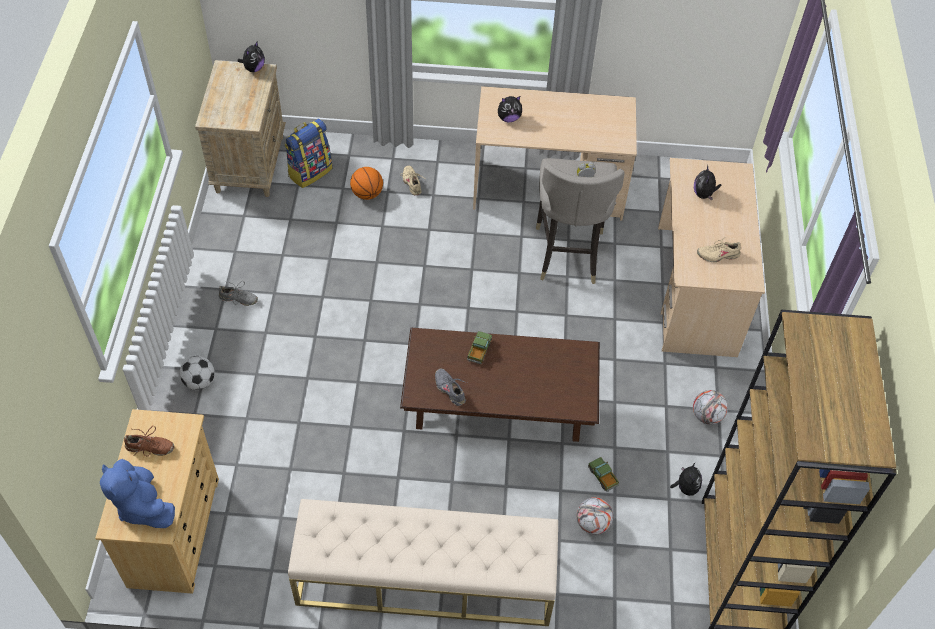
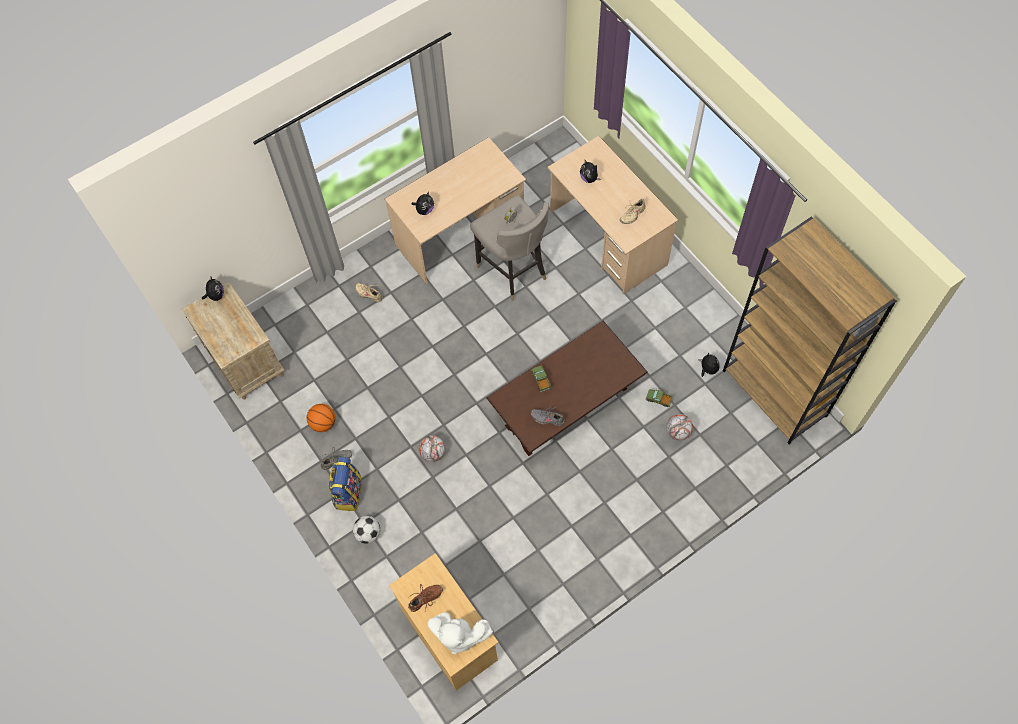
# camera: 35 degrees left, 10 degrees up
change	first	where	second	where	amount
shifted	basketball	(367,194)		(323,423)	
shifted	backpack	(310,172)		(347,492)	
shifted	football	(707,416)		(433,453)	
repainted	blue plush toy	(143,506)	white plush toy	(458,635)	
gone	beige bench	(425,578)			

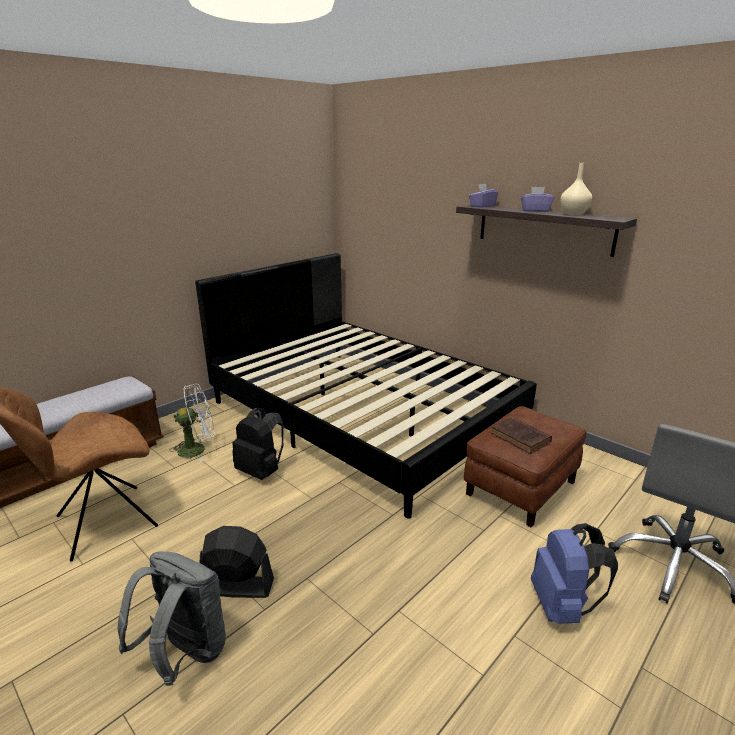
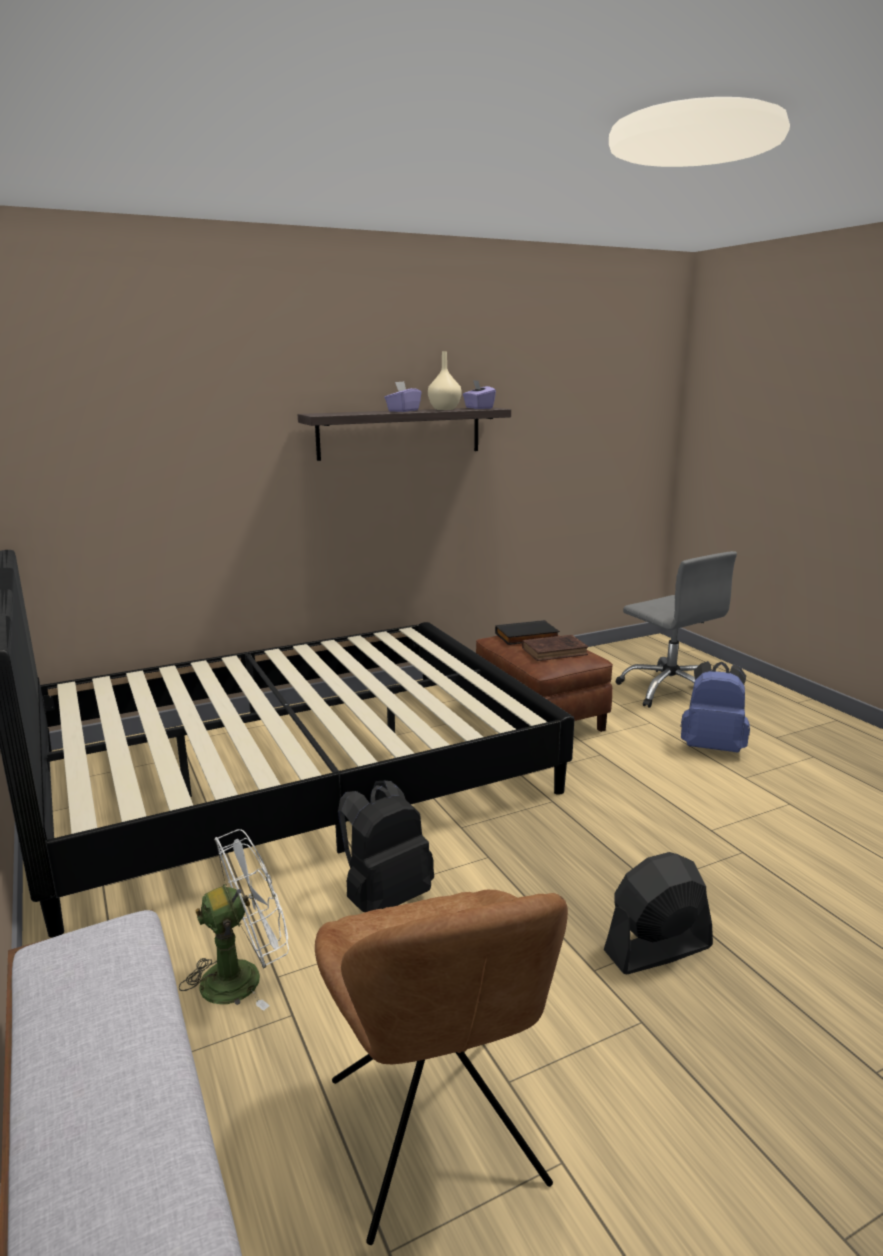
# camera: 70 degrees left, 5 degrees down
change	first	where	second	where	amount
rotated	white fan	(198,449)		(244,976)	60 degrees clockwise
shifted	purple tissue box	(482,206)		(478,408)	
new			black book	(527,637)	
rotated	black fan	(236,586)		(657,949)	45 degrees clockwise
gone	grey backpack	(185,654)			

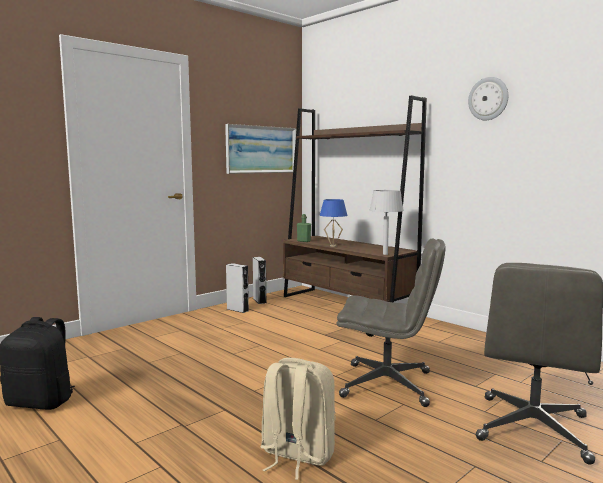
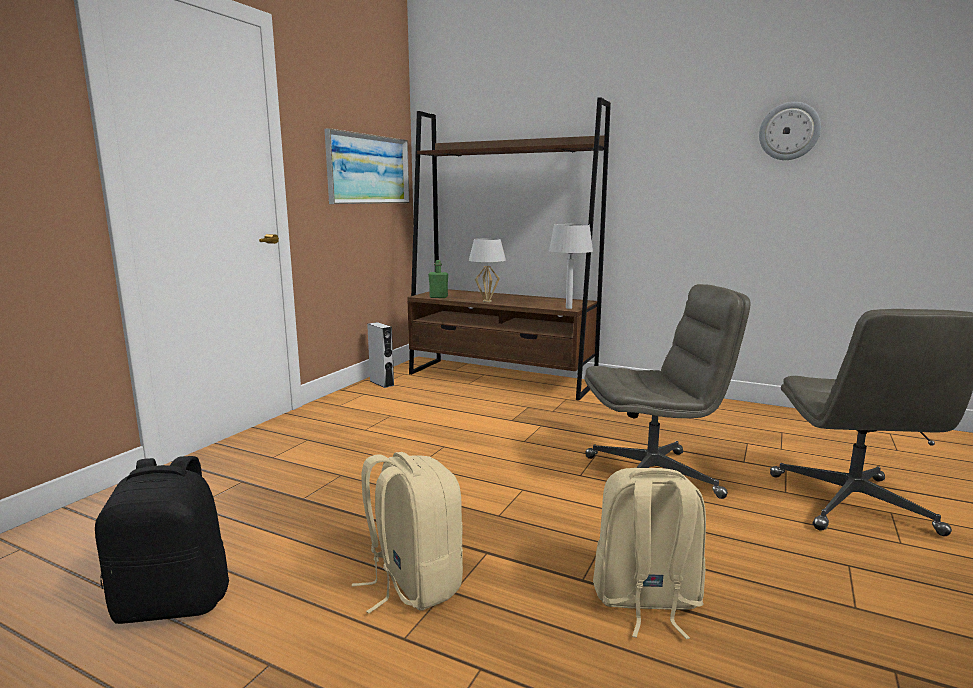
# camera: 20 degrees left, 5 degrees up
change	first	where	second	where	amount
new			beige backpack	(413,584)	
repainted	blue table lamp	(333,246)	white table lamp	(487,301)	
shifted	wall clock	(488,99)		(789,131)	
gone	grey speaker	(237,310)			

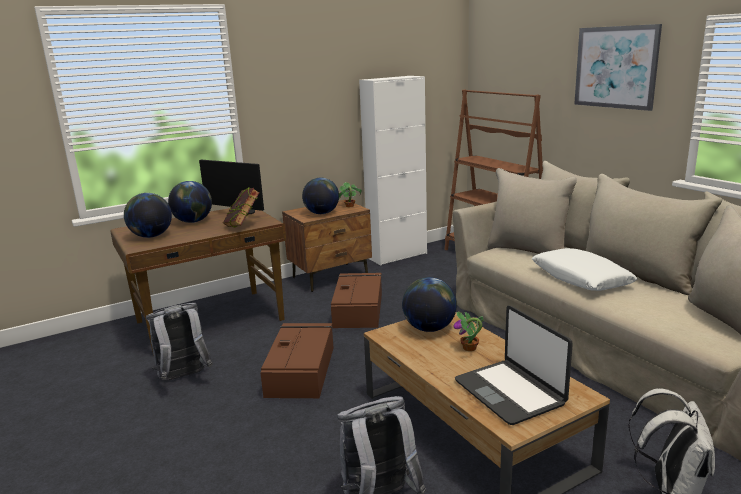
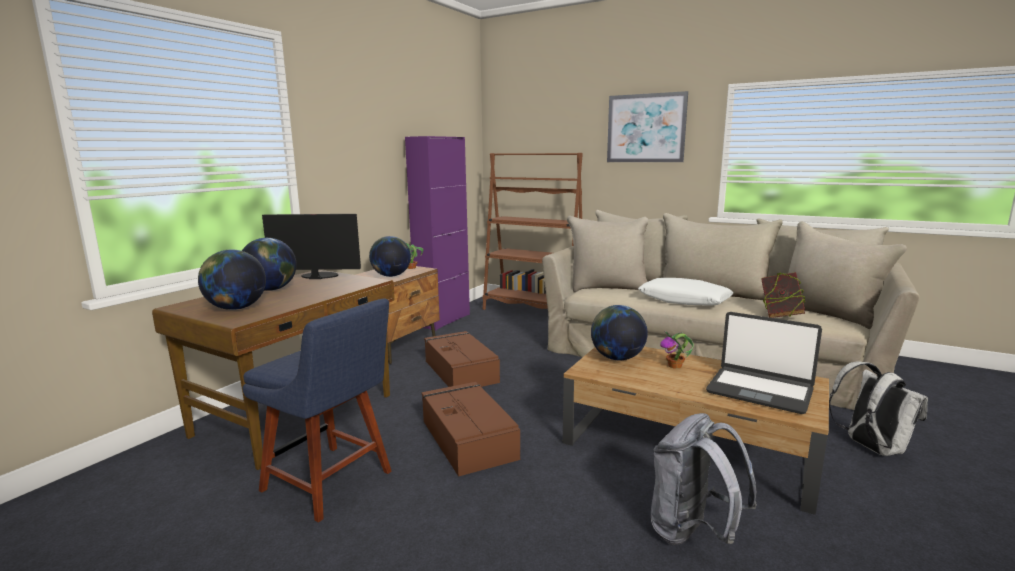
# camera: 30 degrees left, 5 degrees down
change	first	where	second	where	amount
swapped	grey backpack	(184,378)	blue chair	(331,483)	
repainted	white cabinet	(397,256)	purple cabinet	(443,320)	
shifted	book	(243,226)		(780,315)	

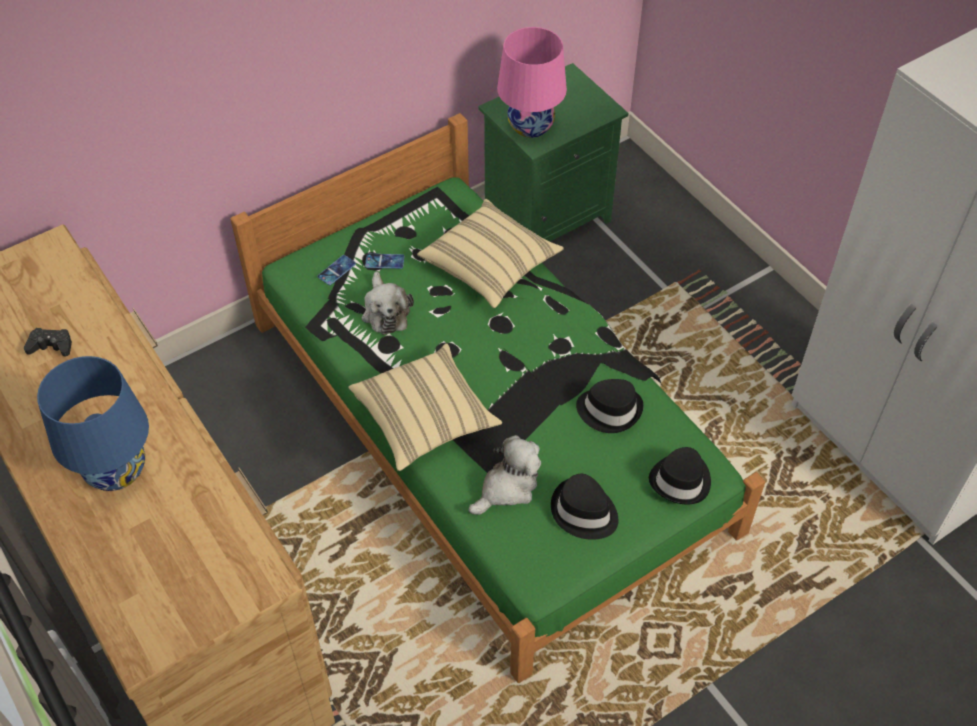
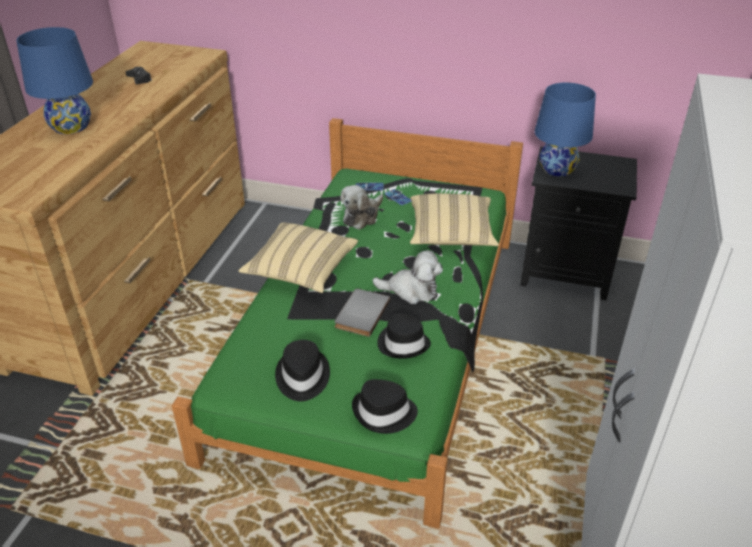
# camera: 50 degrees right, 15 degrees down
change	first	where	second	where	amount
new			grey book	(360,314)	
shifted	plush toy	(507,487)		(411,290)	
repainted	green nightstand	(548,216)	black nightstand	(567,272)	
repainted	pink table lamp	(531,126)	blue table lamp	(557,169)	

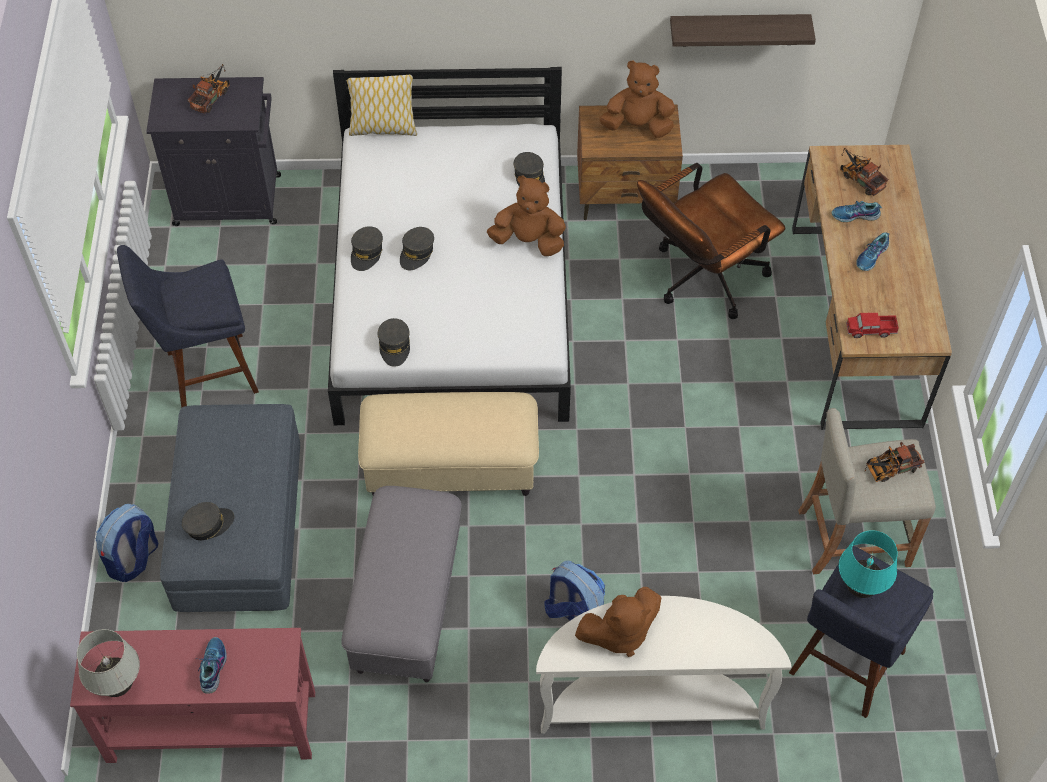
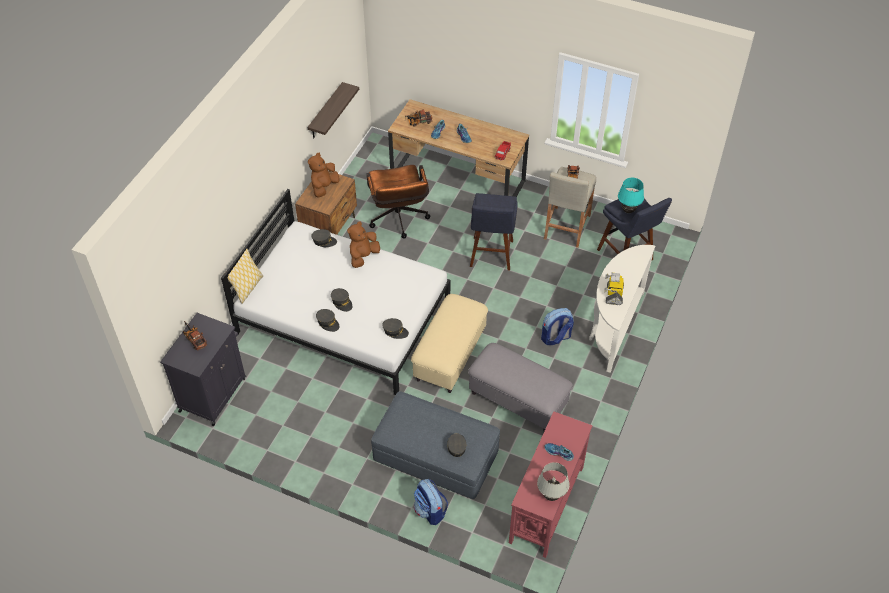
# camera: 65 degrees left, 5 degrees down
change	first	where	second	where	amount
shifted	blue stool	(205,374)		(491,256)	
swapped	brown plush toy	(619,633)	toy robot	(613,294)	

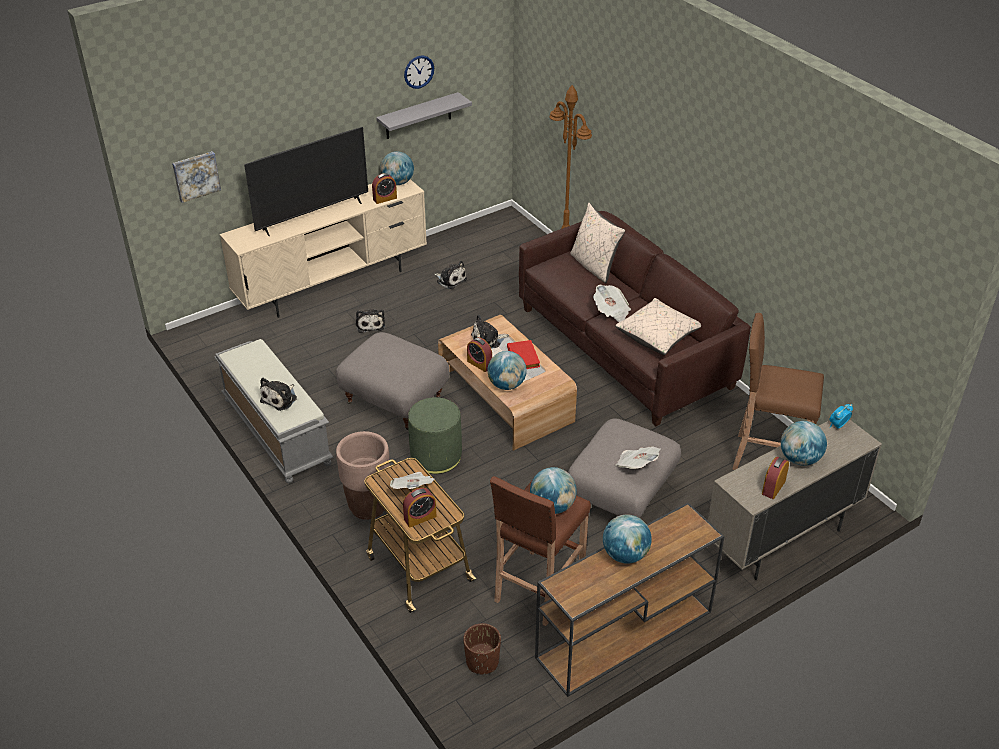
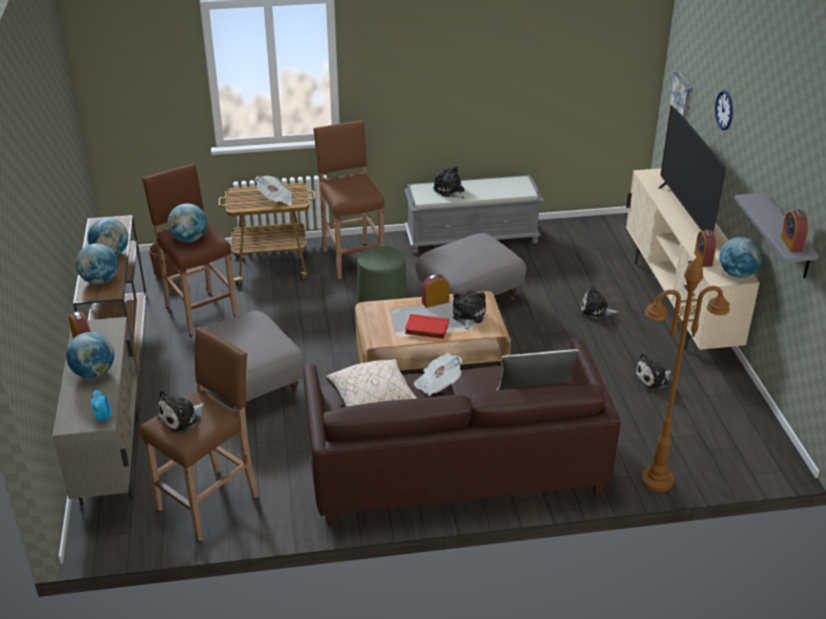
# camera: 115 degrees right, 5 degrees down
change	first	where	second	where	amount
shifted	globe	(506,385)		(100,280)	
new			plush toy	(182,418)	
swapped	brown planter	(368,507)	brown stool	(352,259)	
shifted	wall clock	(419,72)		(724,110)	
shifted	alarm clock	(420,518)		(791,244)	
gone	newspaper	(636,465)			

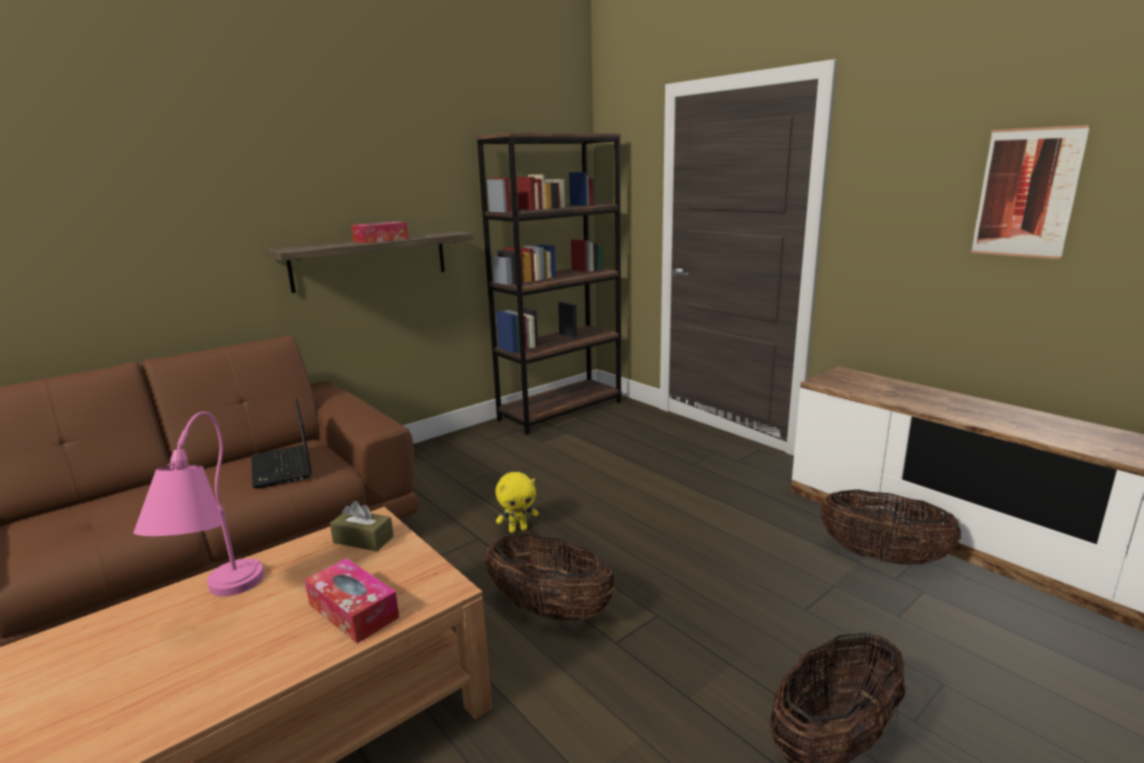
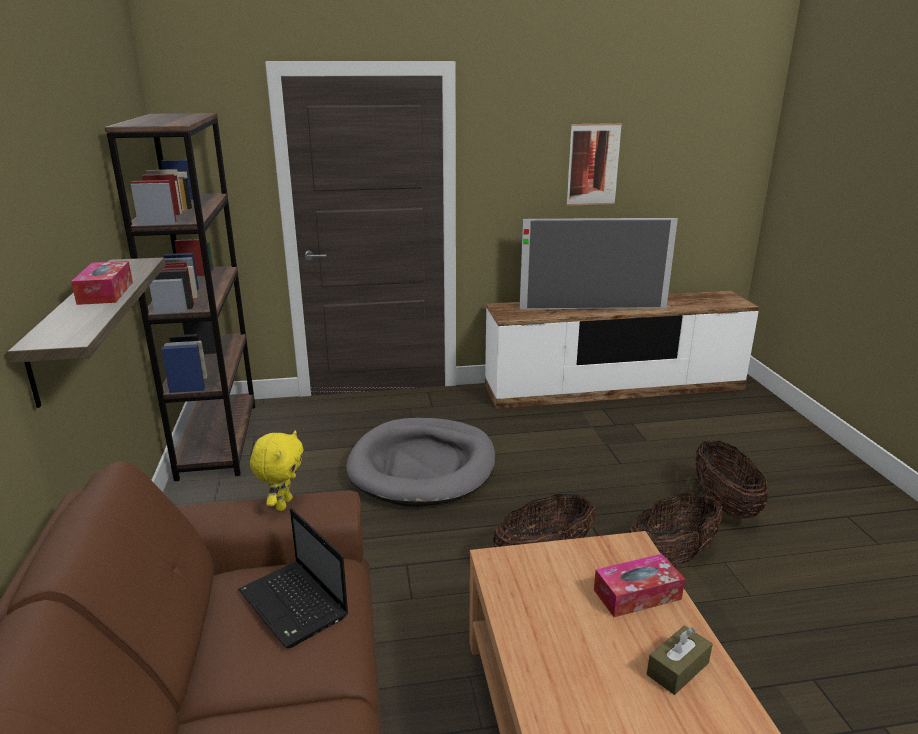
# camera: 60 degrees left, 5 degrees up
change	first	where	second	where	amount
rotated	laptop	(282,468)		(295,605)	45 degrees clockwise
shifted	yellow plush toy	(518,529)		(282,504)	
new			grey dog bed	(422,466)	
new			television	(593,308)	
shifted	basket	(882,557)		(671,558)	
shifted	brown tissue box	(363,540)		(677,669)	
gone	pink table lamp	(216,603)			

